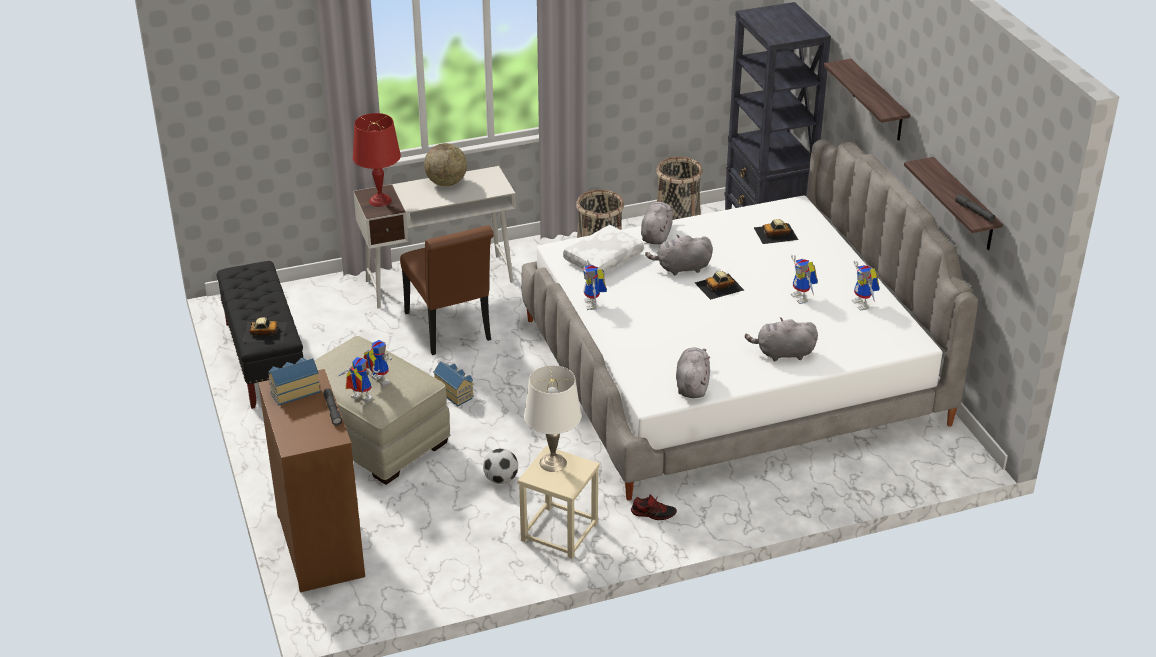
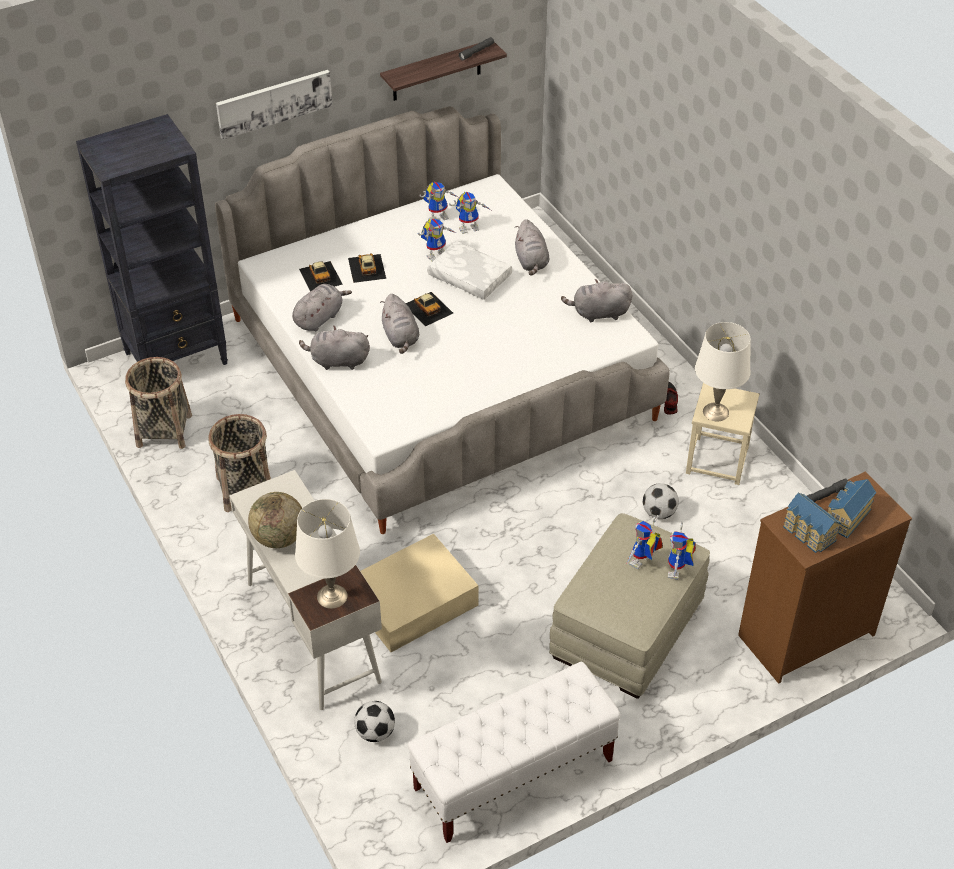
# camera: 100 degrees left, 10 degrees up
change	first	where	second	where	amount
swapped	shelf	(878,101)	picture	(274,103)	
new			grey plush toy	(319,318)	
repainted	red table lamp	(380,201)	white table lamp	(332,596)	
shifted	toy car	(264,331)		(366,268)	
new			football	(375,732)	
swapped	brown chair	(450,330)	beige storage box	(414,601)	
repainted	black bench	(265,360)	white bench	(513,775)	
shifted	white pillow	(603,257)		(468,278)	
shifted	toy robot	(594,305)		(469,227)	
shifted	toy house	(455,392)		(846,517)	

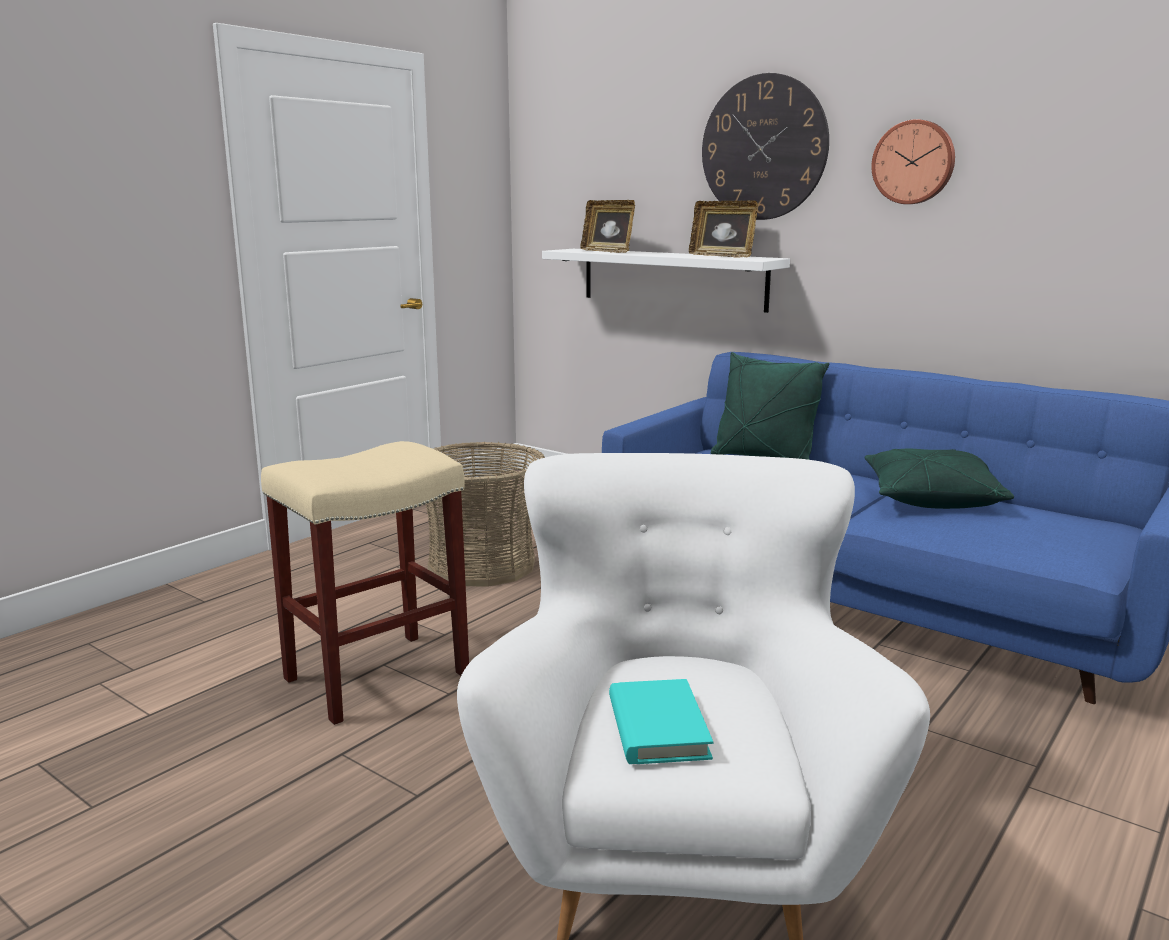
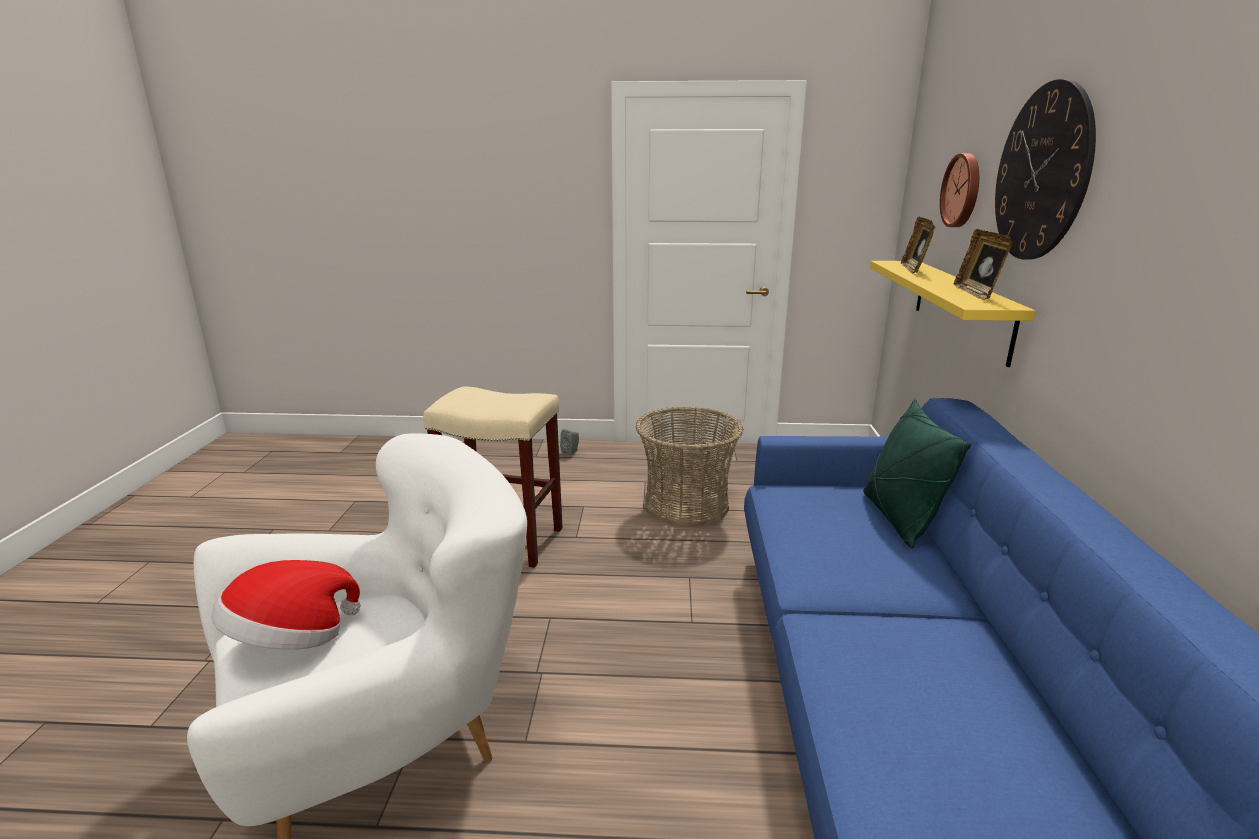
# camera: 55 degrees right, 5 degrees up
change	first	where	second	where	amount
swapped	turquoise book	(657,728)	hat	(292,640)	
new			grey speaker	(571,451)	
repainted	white shelf	(672,278)	yellow shelf	(961,307)	
shifted	wall clock	(914,162)		(963,190)	
gone	green pillow	(930,499)			

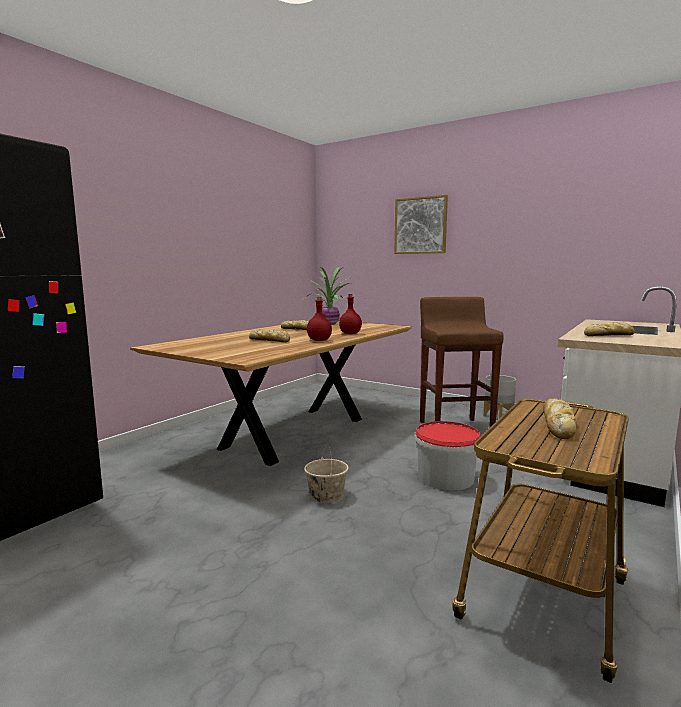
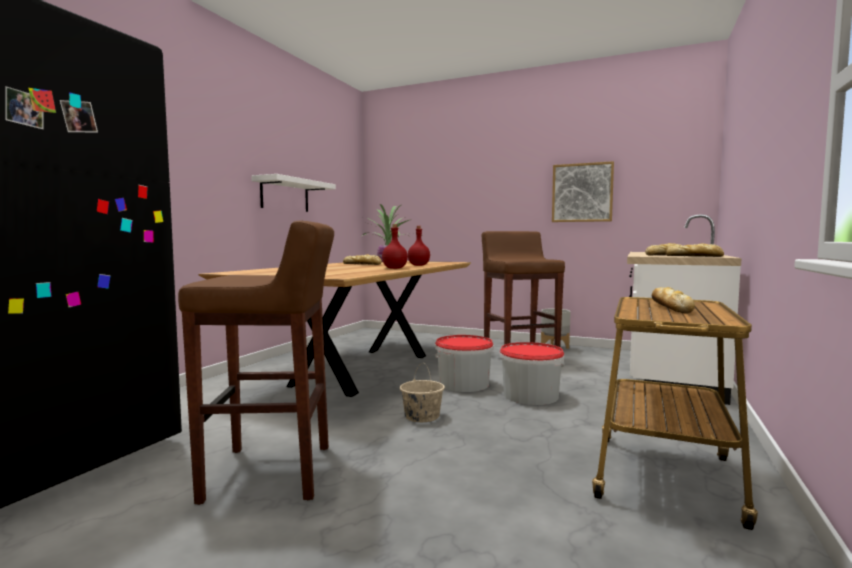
# camera: 10 degrees left, 5 degrees down
change	first	where	second	where	amount
new			brown stool	(272,473)	
new			white shelf	(285,195)	
new			bucket	(464,384)	
shifted	picture	(420,225)		(582,192)	
shifted	bread	(270,340)		(695,256)	

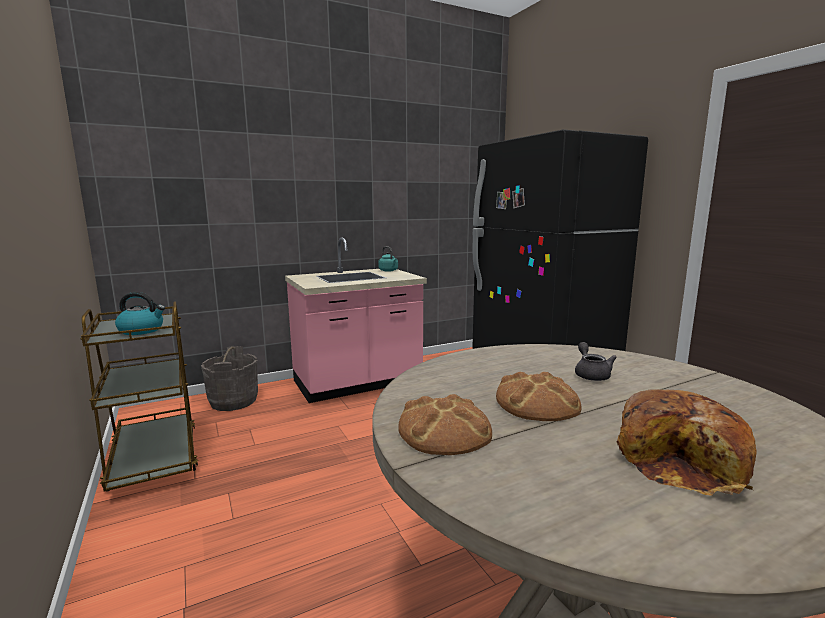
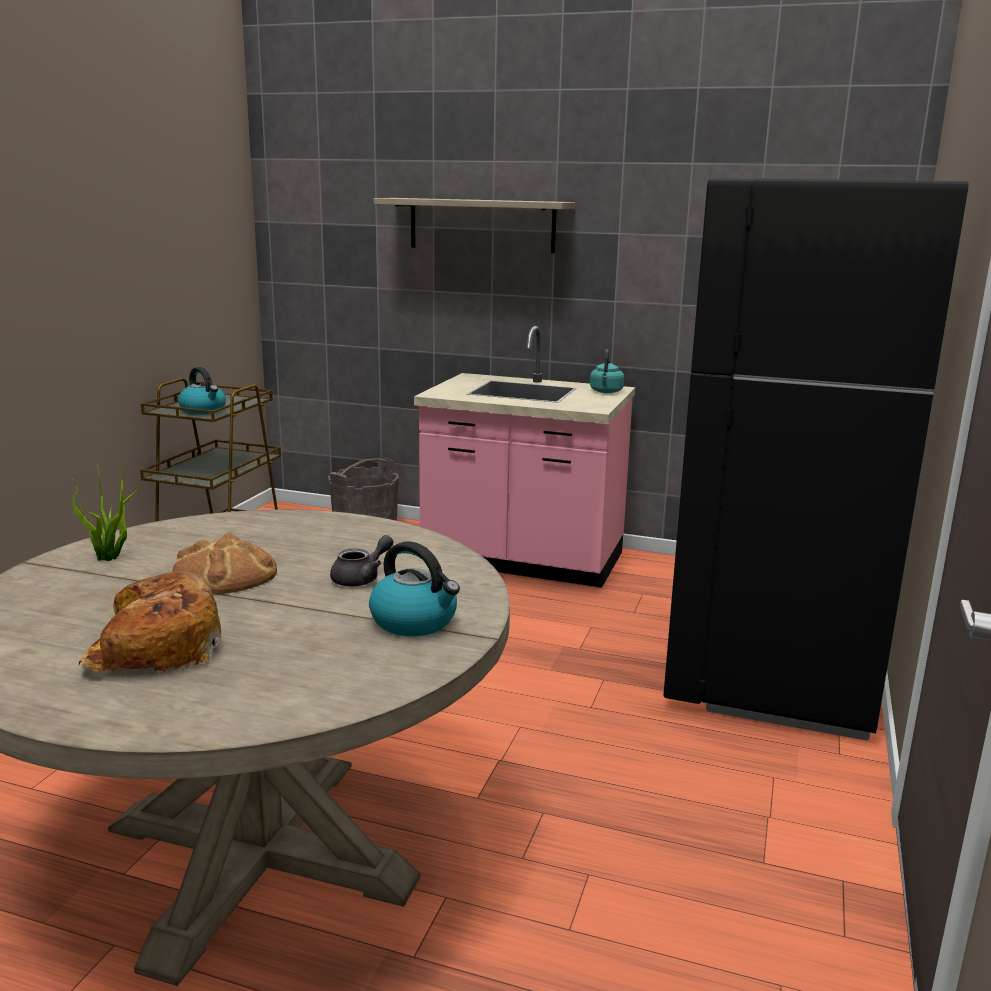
# camera: 45 degrees right, 5 degrees up
change	first	where	second	where	amount
swapped	bread	(444,431)	potted plant	(111,558)	
new			kettle	(415,621)	
new			shelf	(482,225)	

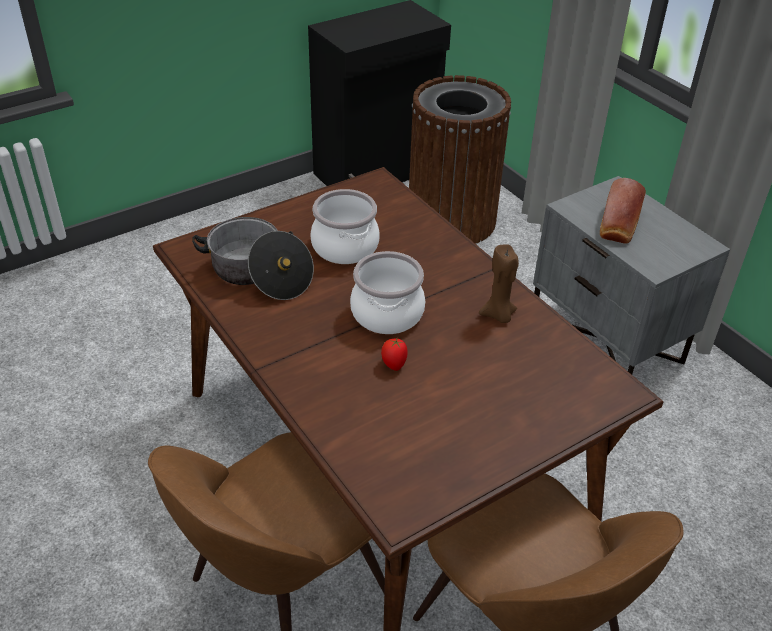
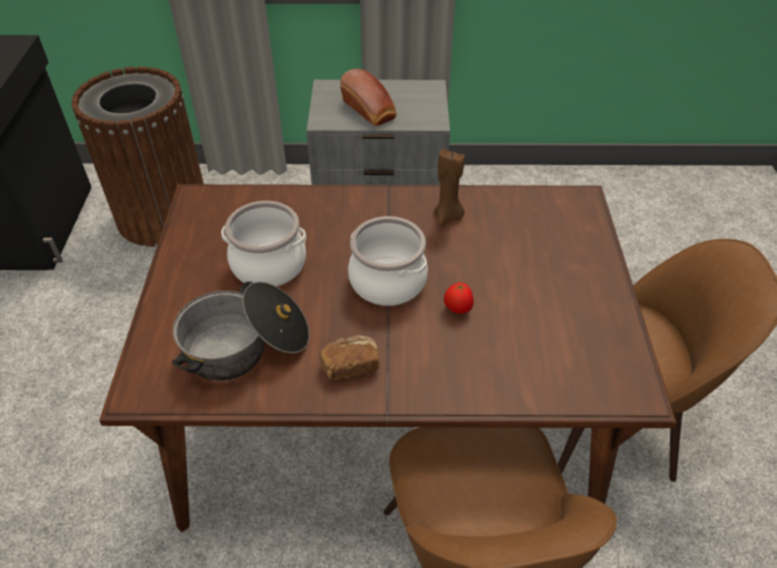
# camera: 55 degrees left, 5 degrees up
change	first	where	second	where	amount
new			bread	(350,365)	

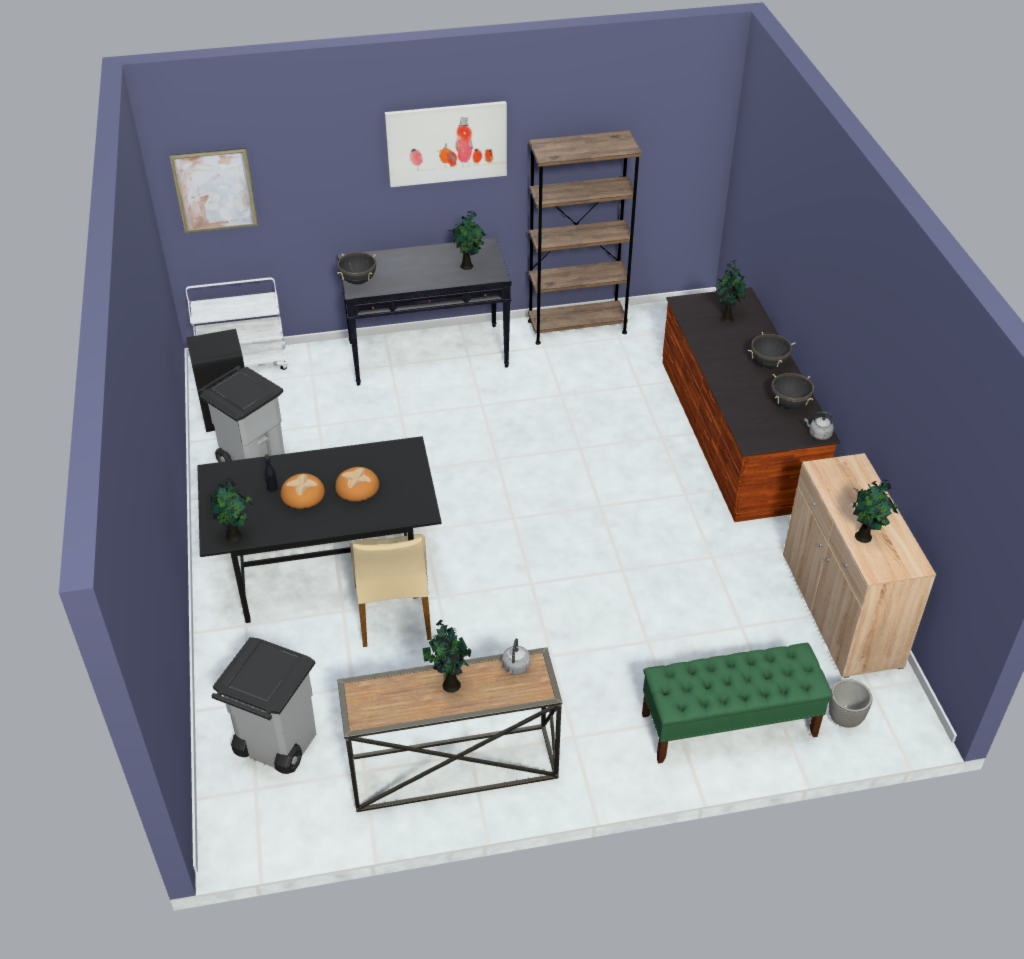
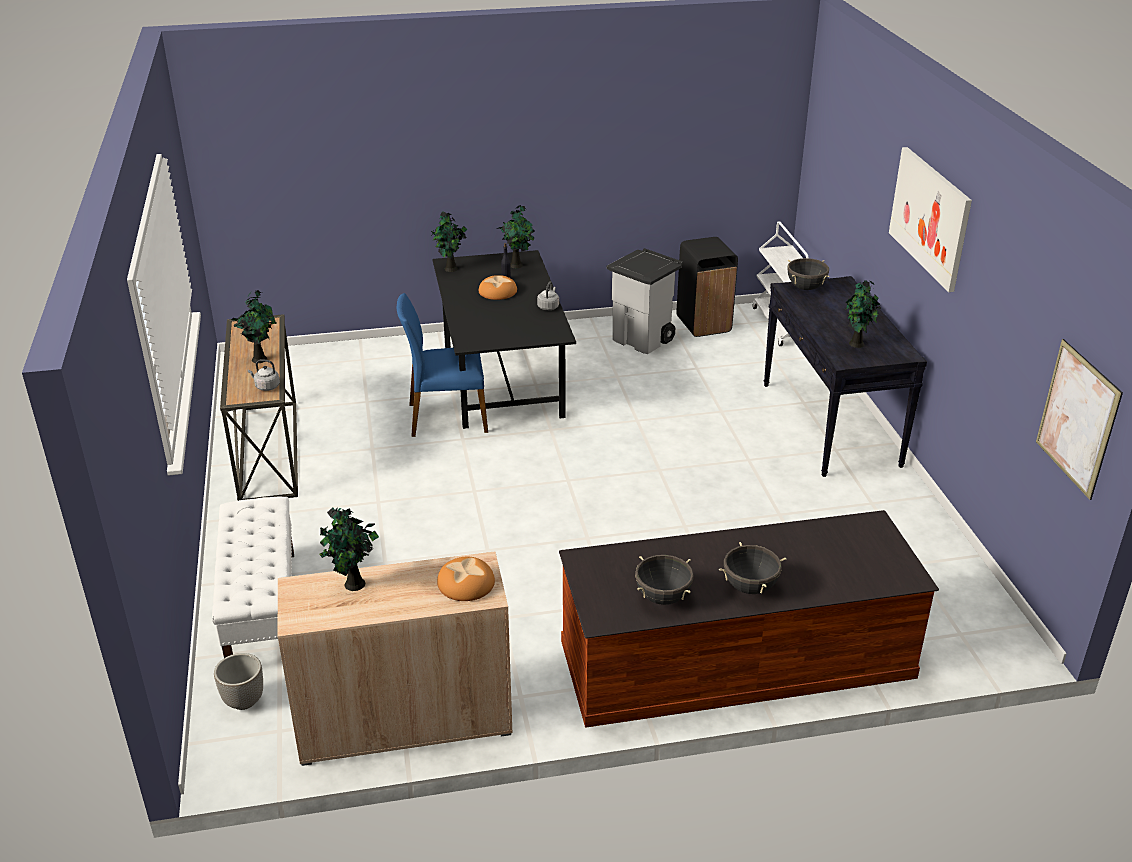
# camera: 90 degrees right, 10 degrees down
change	first	where	second	where	amount
repainted	green bench	(728,725)	white bench	(262,611)	
repainted	beige chair	(394,612)	blue chair	(446,417)	
shifted	bread	(357,487)		(466,583)	
shifted	potted plant	(726,318)		(517,265)	
shifted	grey kettle	(818,434)		(548,306)	
shifted	picture	(214,190)		(1077,418)	
gone	grey trash can	(275,745)			
gone	brown bookcase	(577,327)			

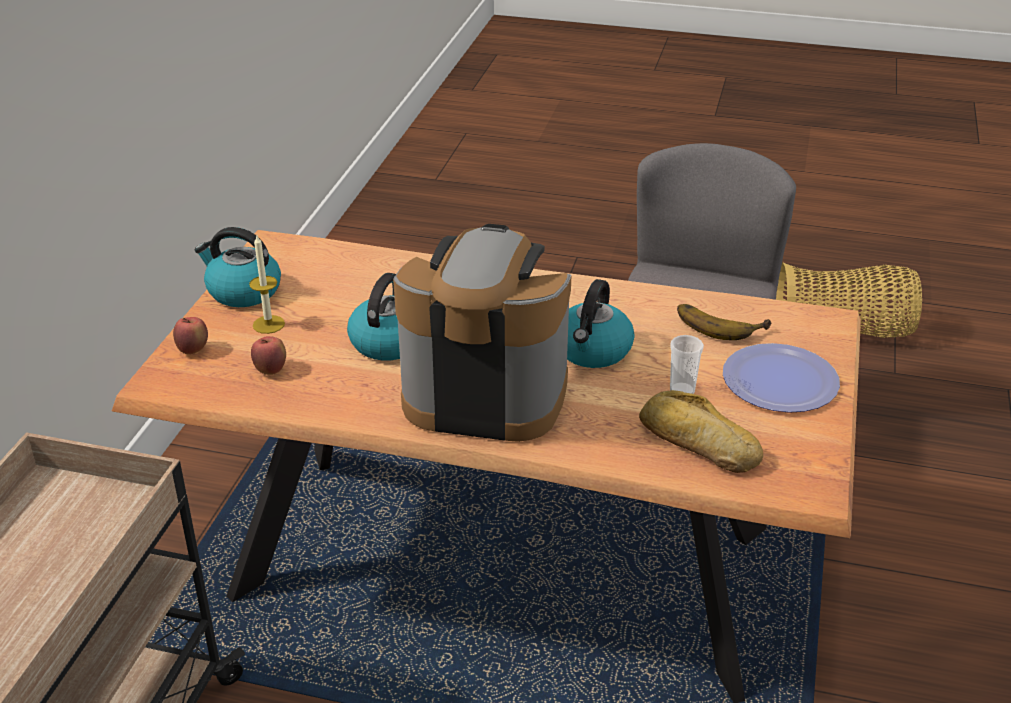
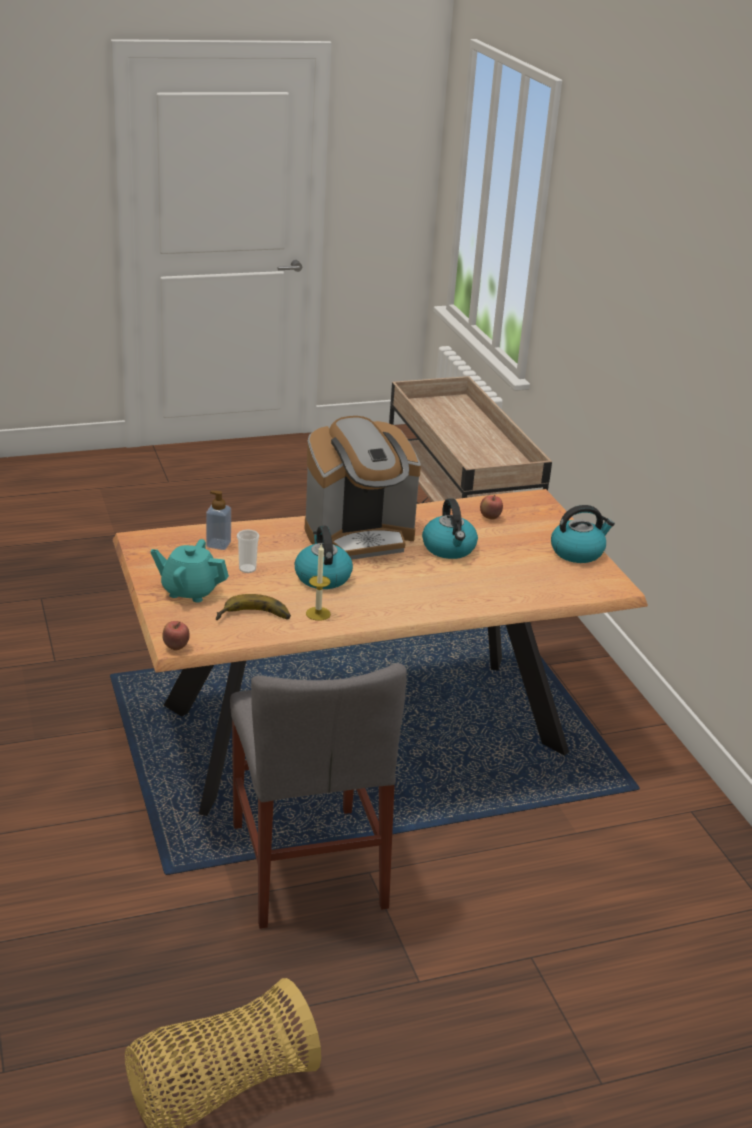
# camera: 145 degrees right, 5 degrees down
change	first	where	second	where	amount
swapped	plate	(779,380)	turquoise teapot	(189,591)	
shifted	apple	(193,350)		(176,647)	
swapped	bread	(697,443)	soap dispenser	(218,544)	
shifted	candle	(268,324)		(318,613)	

